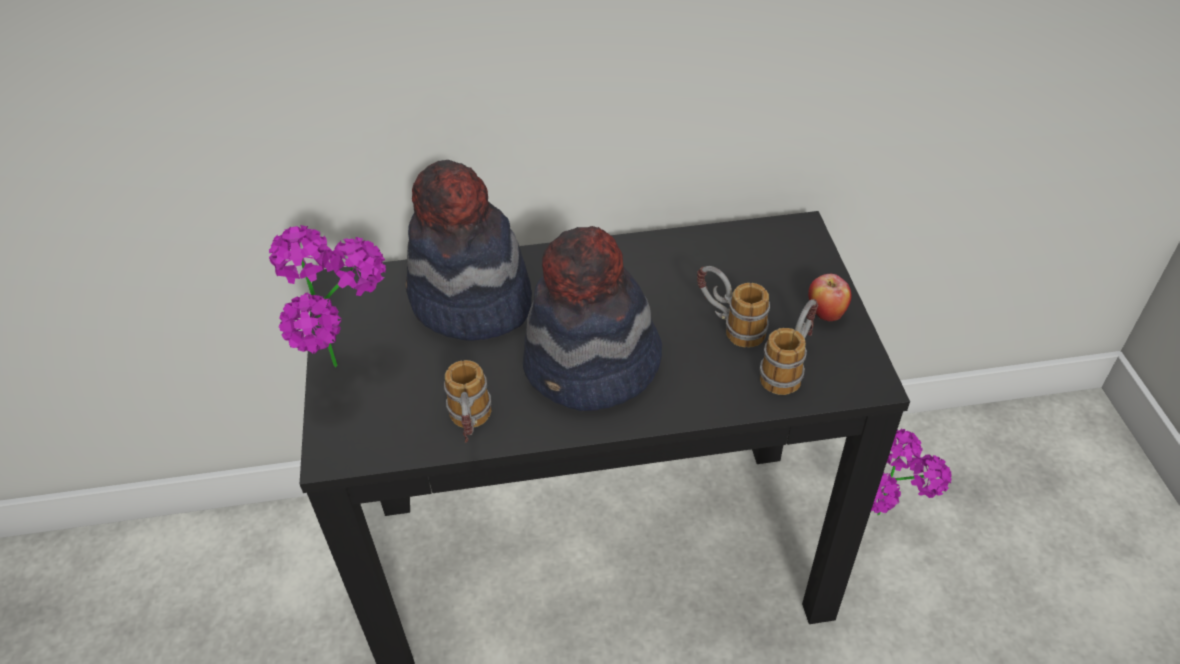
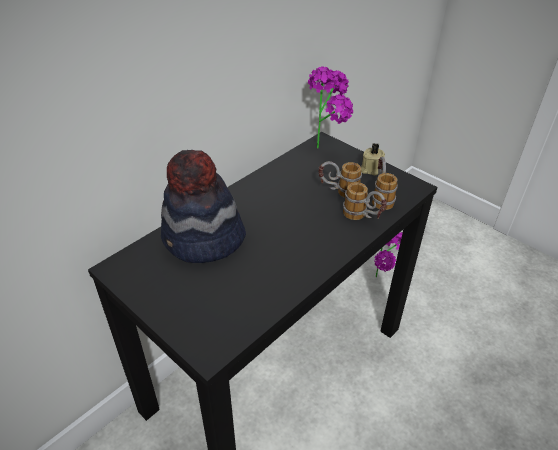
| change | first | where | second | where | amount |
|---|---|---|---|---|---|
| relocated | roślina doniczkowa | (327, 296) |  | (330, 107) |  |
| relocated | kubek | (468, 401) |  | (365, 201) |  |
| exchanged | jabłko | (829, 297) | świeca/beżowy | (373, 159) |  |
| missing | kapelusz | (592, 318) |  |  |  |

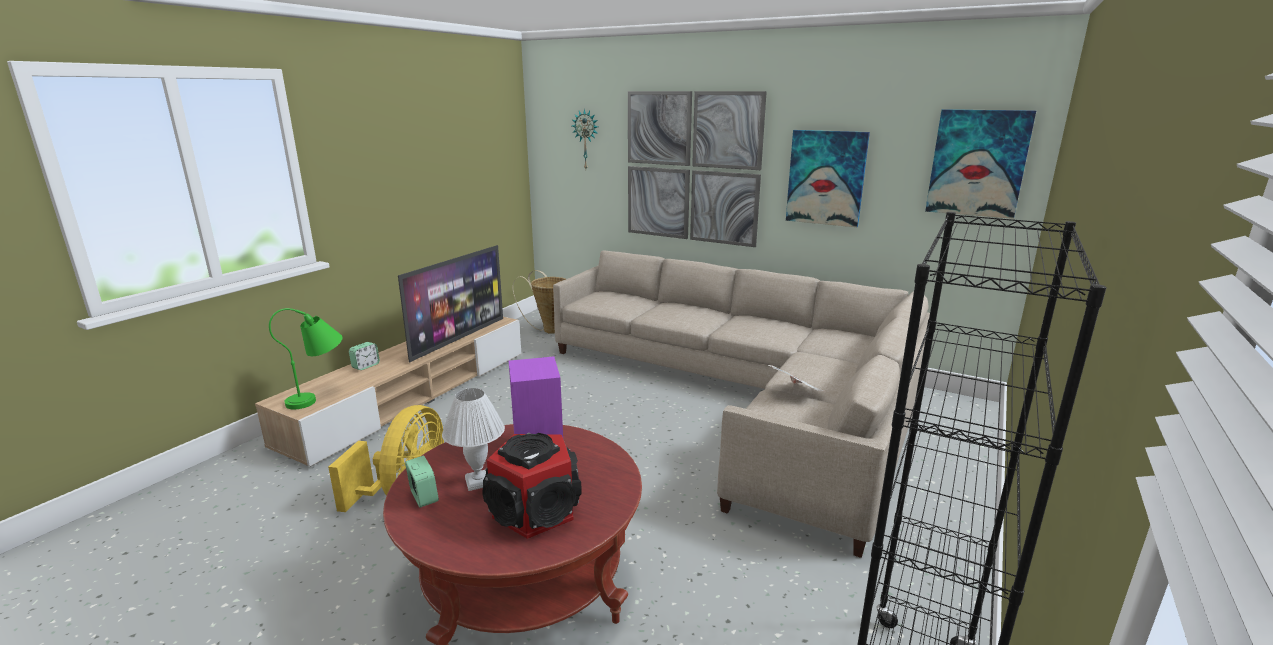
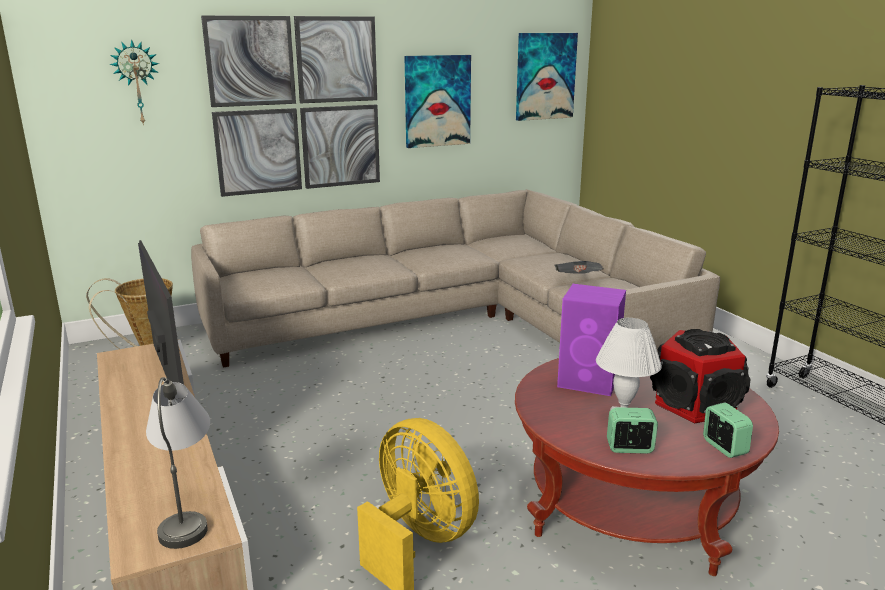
| change | first | where | second | where | amount |
|---|---|---|---|---|---|
| colour | lampa stołowa/zielony | (306, 358) | lampa stołowa/szary | (178, 463) |  |
| relocated | budzik | (364, 356) |  | (728, 430) |  |

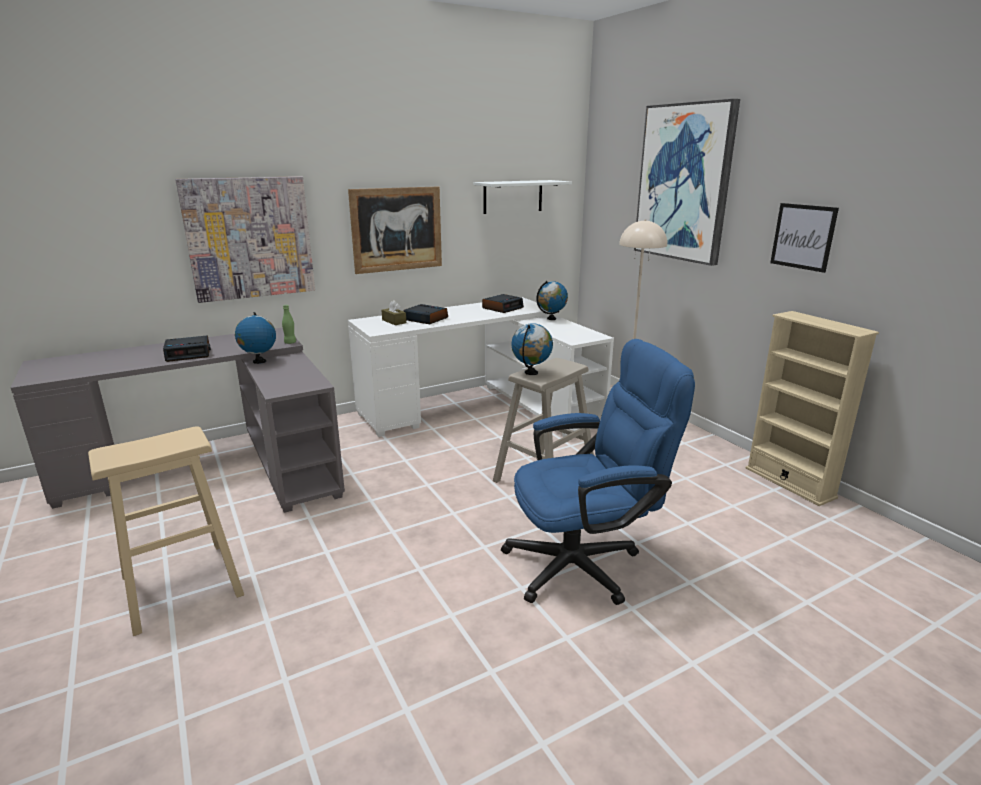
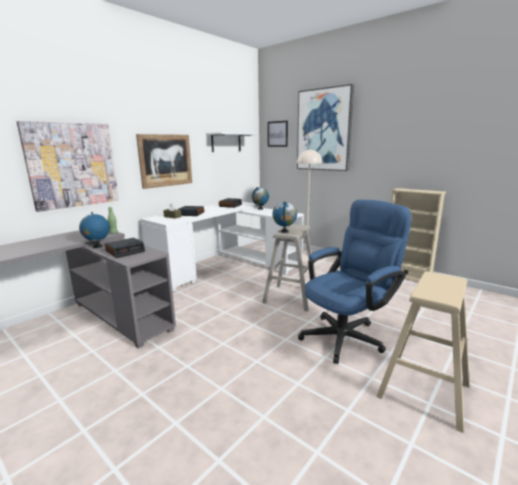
| change | first | where | second | where | amount |
|---|---|---|---|---|---|
| relocated | budzik | (187, 348) |  | (125, 248) |  |
| relocated | obraz | (804, 238) |  | (278, 134) |  |
| relocated | stołek/beżowy | (166, 531) |  | (423, 352) |  |

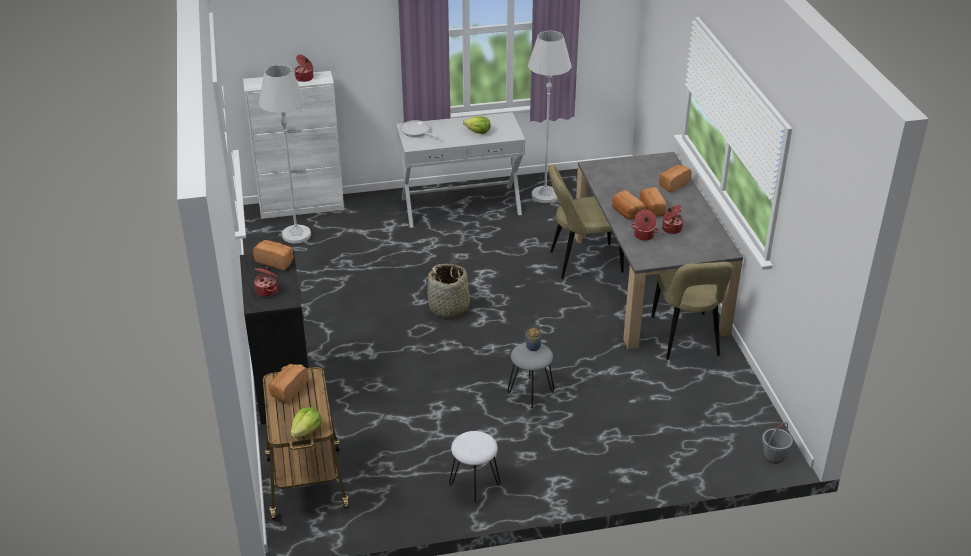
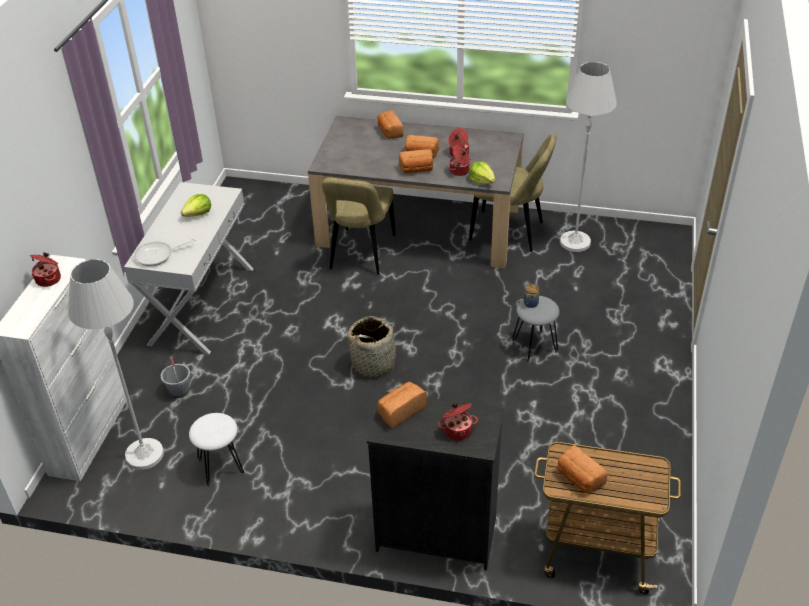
| change | first | where | second | where | amount |
|---|---|---|---|---|---|
| relocated | wiadro/szary | (777, 443) |  | (176, 377) |  |
| relocated | stołek/biały | (474, 467) |  | (216, 449) |  |
| relocated | sałata | (306, 422) |  | (482, 172) |  |
| relocated | lampa stojąca/biały | (549, 117) |  | (588, 157) |  |

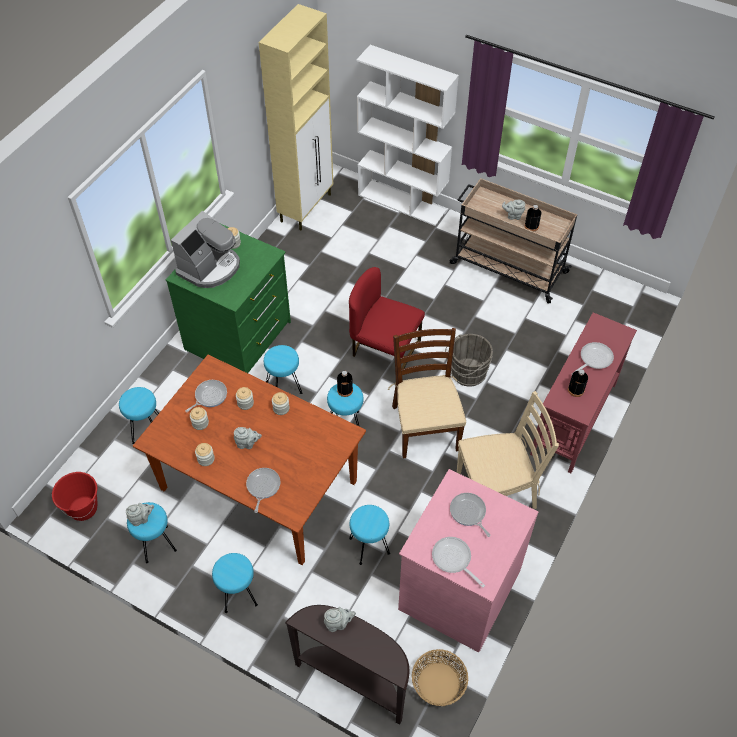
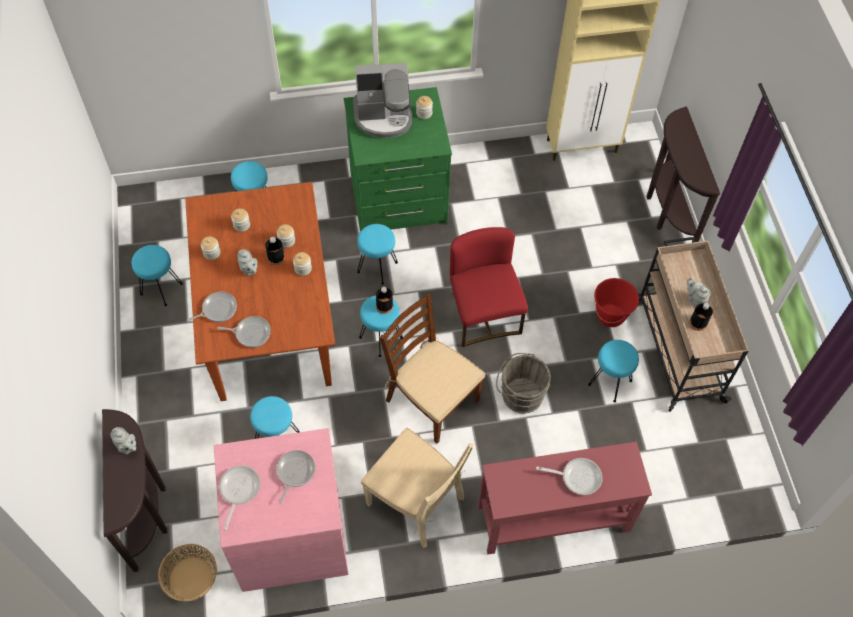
| change | first | where | second | where | amount |
|---|---|---|---|---|---|
| relocated | patelnia | (206, 396) |  | (244, 332) |  |
| relocated | butelka/czarny | (578, 383) |  | (275, 251) |  |
| spun | krzesło/brązowy | (427, 393) |  | (432, 368) | 90 degrees counterclockwise |
| relocated | stołek/turkusowy | (235, 583) |  | (613, 371) |  |
| relocated | wiadro/czerwony | (74, 496) |  | (616, 302) |  |
| exchanged | regał/biały | (408, 135) | stolik konsolowy/brązowy | (683, 175) |  |
| missing | imbryk/szary | (140, 514) |  |  |  |

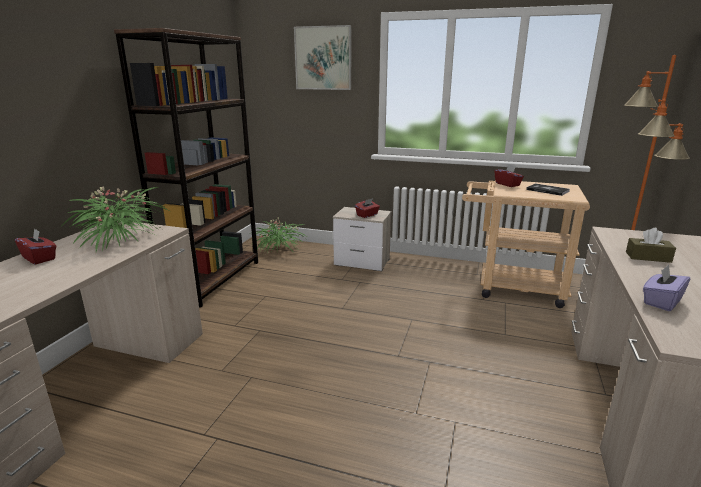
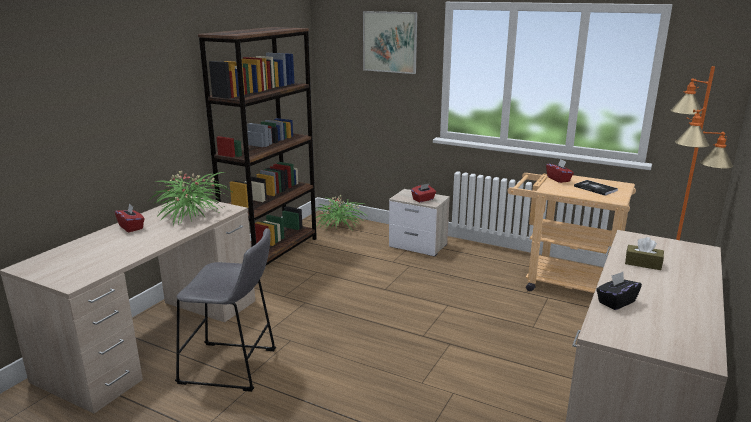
| change | first | where | second | where | amount |
|---|---|---|---|---|---|
| appeared |  |  | stołek/szary | (225, 310) |  |
| colour | pudełko chusteczek/fioletowy | (666, 288) | pudełko chusteczek/czarny | (619, 291) |  |

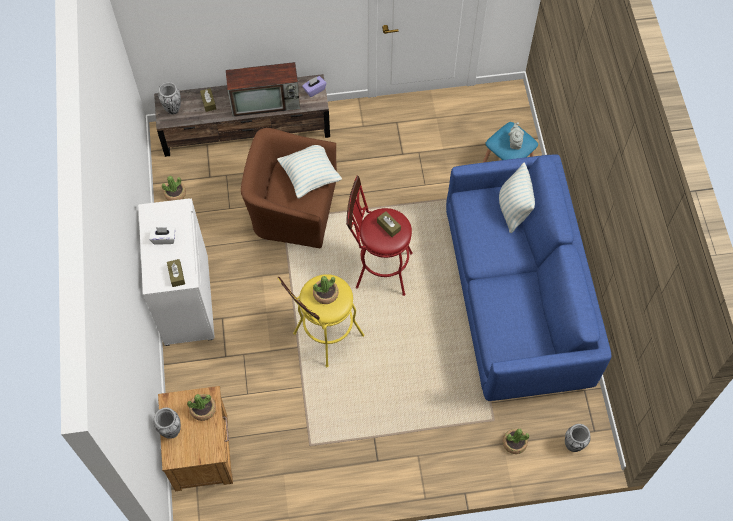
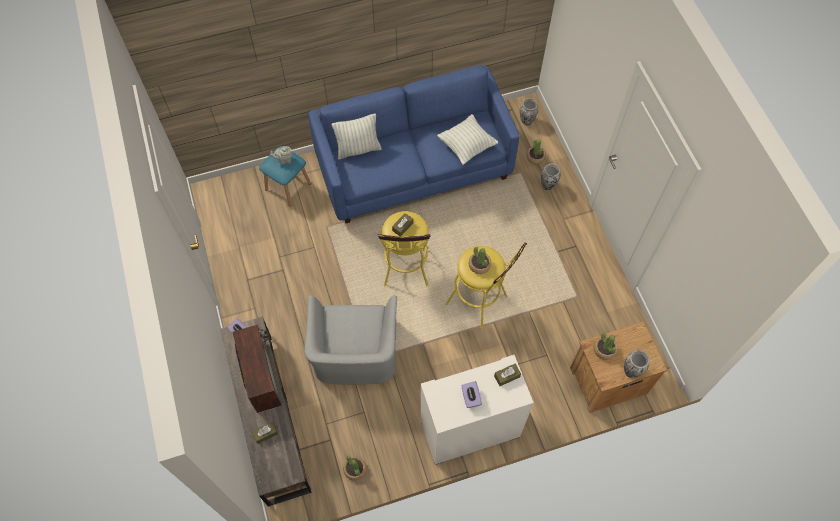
| change | first | where | second | where | amount |
|---|---|---|---|---|---|
| colour | fotel/brązowy | (289, 188) | fotel/szary | (350, 340) |  |
| colour | stołek/czerwony | (379, 236) | stołek/żółty | (404, 248) |  |
| relocated | poduszka | (309, 171) |  | (467, 139) |  |
| colour | pudełko chusteczek/biały | (162, 236) | pudełko chusteczek/fioletowy | (472, 394) |  |
| relocated | wazon | (169, 98) |  | (551, 176) |  |

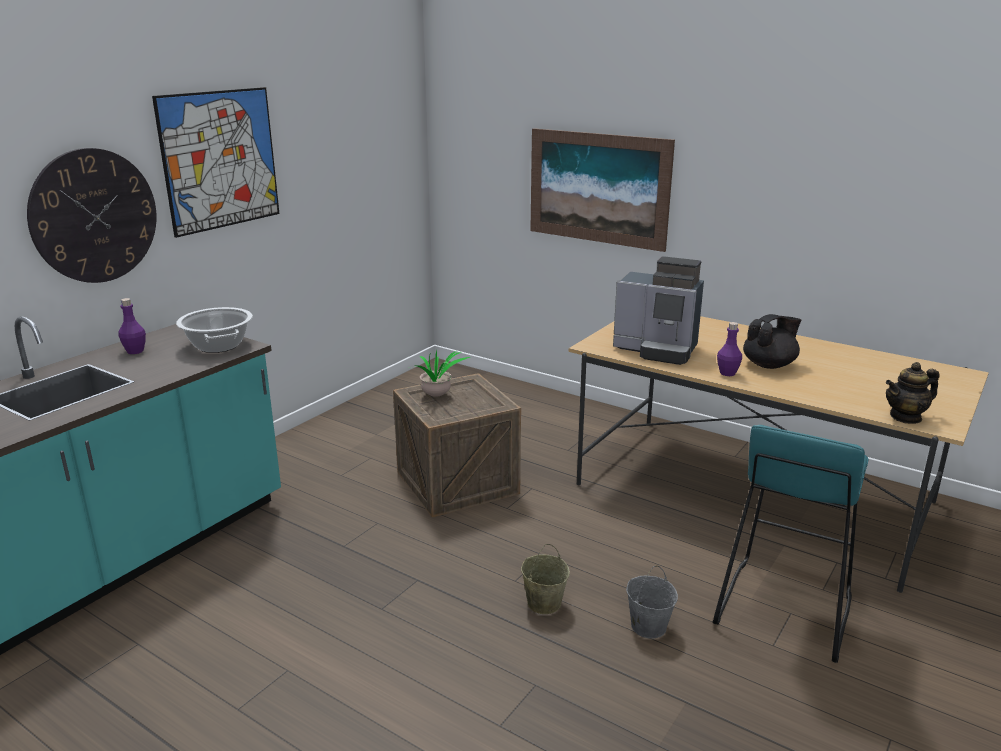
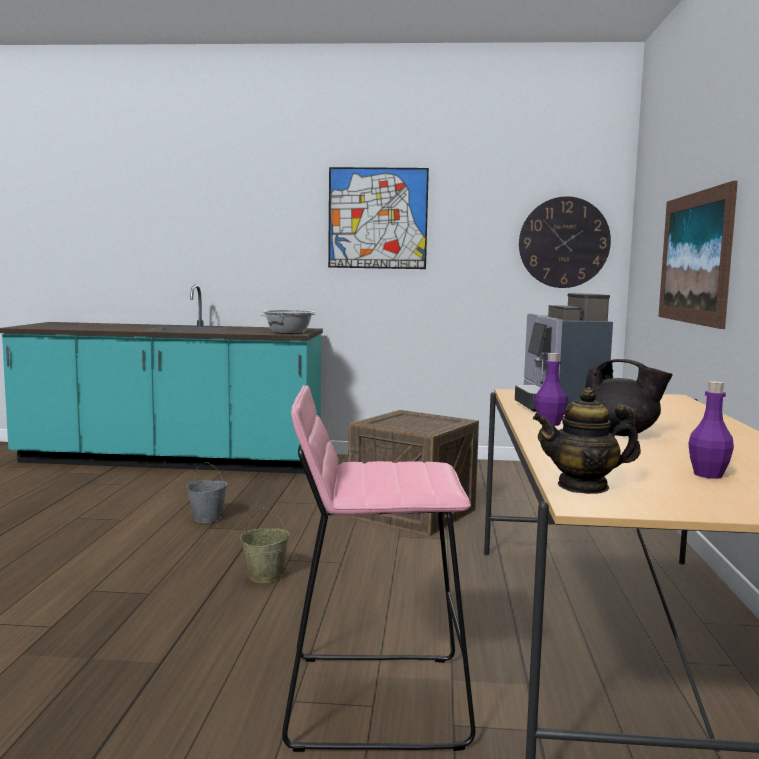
| change | first | where | second | where | amount |
|---|---|---|---|---|---|
| relocated | wiadro/szary | (652, 602) |  | (207, 492) |  |
| colour | stołek/turkusowy | (790, 544) | stołek/różowy | (379, 568) |  |
| relocated | zegar ścienny | (92, 215) |  | (565, 242) |  |
| spun | imbryk | (913, 393) |  | (587, 441) | 45 degrees counterclockwise |
| relocated | butelka/fioletowy | (132, 326) |  | (711, 430) |  |
| missing | roślina doniczkowa | (442, 373) |  |  |  |

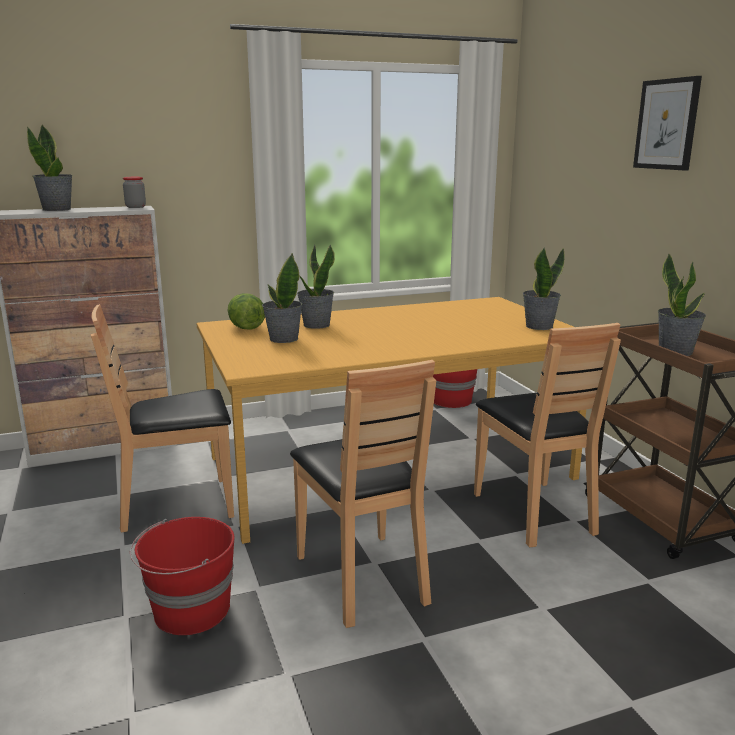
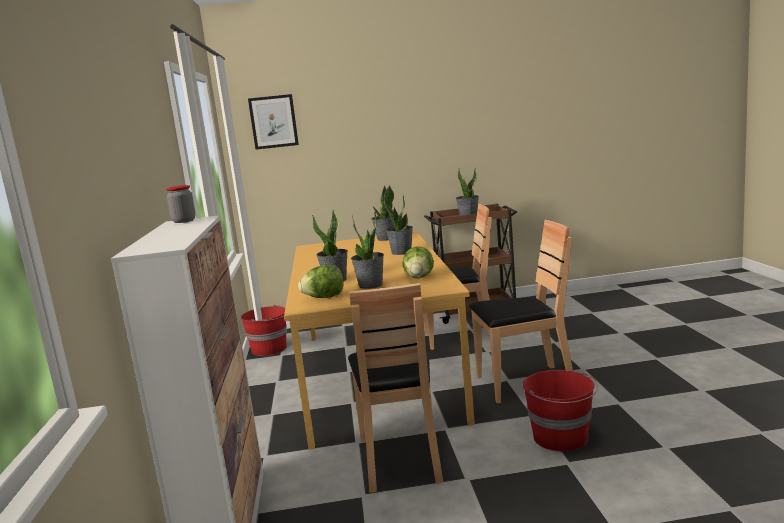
| change | first | where | second | where | amount |
|---|---|---|---|---|---|
| relocated | obraz | (667, 123) |  | (273, 122) |  |
| relocated | roślina doniczkowa | (50, 167) |  | (398, 224) |  |
| appeared |  |  | sałata | (418, 262) |  |

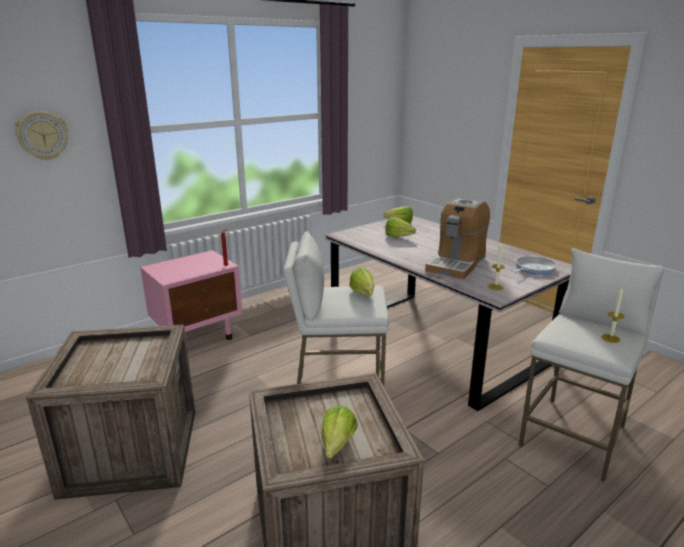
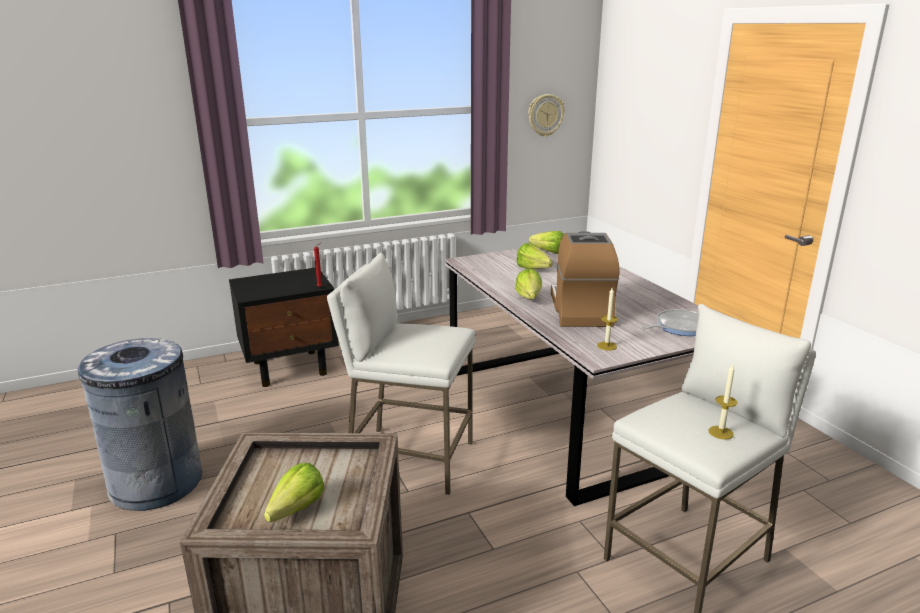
| change | first | where | second | where | amount |
|---|---|---|---|---|---|
| exchanged | skrzynka | (110, 412) | kosz na śmieci/szary | (140, 424) |  |
| colour | szafka nocna/różowy | (191, 301) | szafka nocna/czarny | (284, 327) |  |
| relocated | sałata | (361, 282) |  | (528, 284) |  |
| relocated | zegar ścienny | (41, 135) |  | (546, 115) |  |
| spun | ekspres do kawy | (457, 238) |  | (585, 279) | 135 degrees clockwise |

